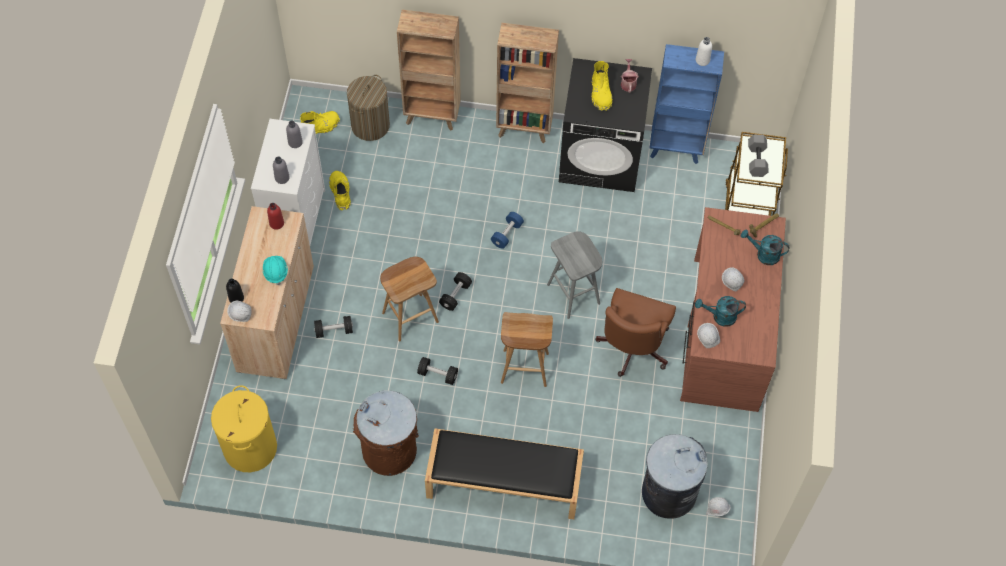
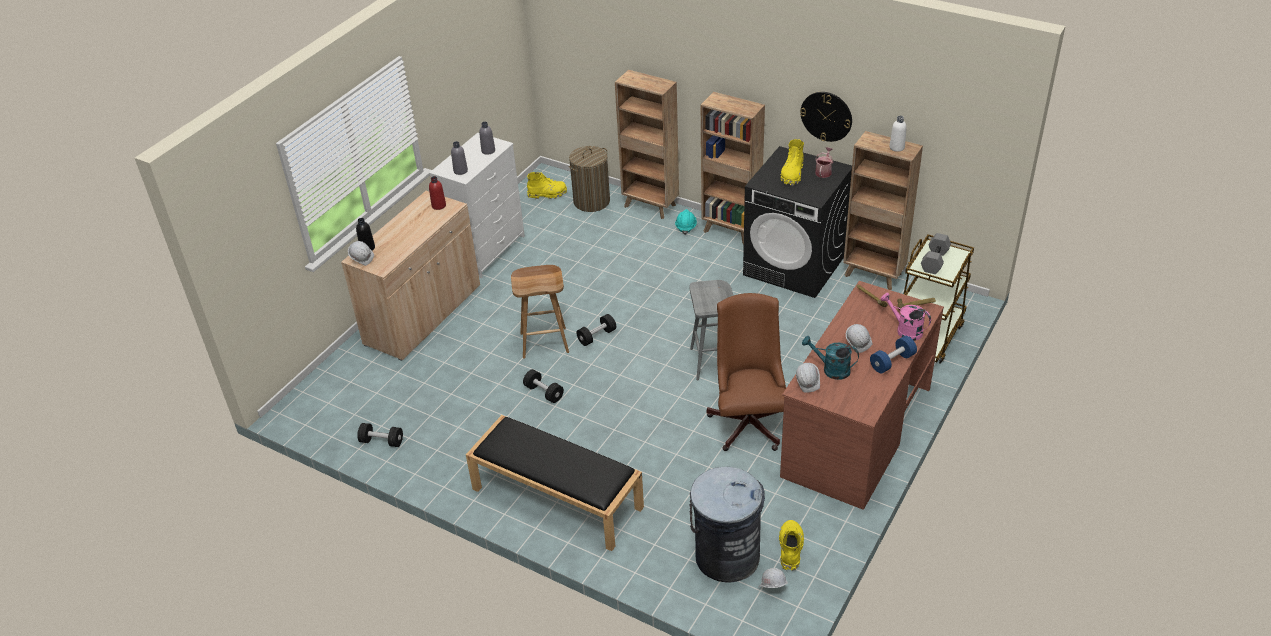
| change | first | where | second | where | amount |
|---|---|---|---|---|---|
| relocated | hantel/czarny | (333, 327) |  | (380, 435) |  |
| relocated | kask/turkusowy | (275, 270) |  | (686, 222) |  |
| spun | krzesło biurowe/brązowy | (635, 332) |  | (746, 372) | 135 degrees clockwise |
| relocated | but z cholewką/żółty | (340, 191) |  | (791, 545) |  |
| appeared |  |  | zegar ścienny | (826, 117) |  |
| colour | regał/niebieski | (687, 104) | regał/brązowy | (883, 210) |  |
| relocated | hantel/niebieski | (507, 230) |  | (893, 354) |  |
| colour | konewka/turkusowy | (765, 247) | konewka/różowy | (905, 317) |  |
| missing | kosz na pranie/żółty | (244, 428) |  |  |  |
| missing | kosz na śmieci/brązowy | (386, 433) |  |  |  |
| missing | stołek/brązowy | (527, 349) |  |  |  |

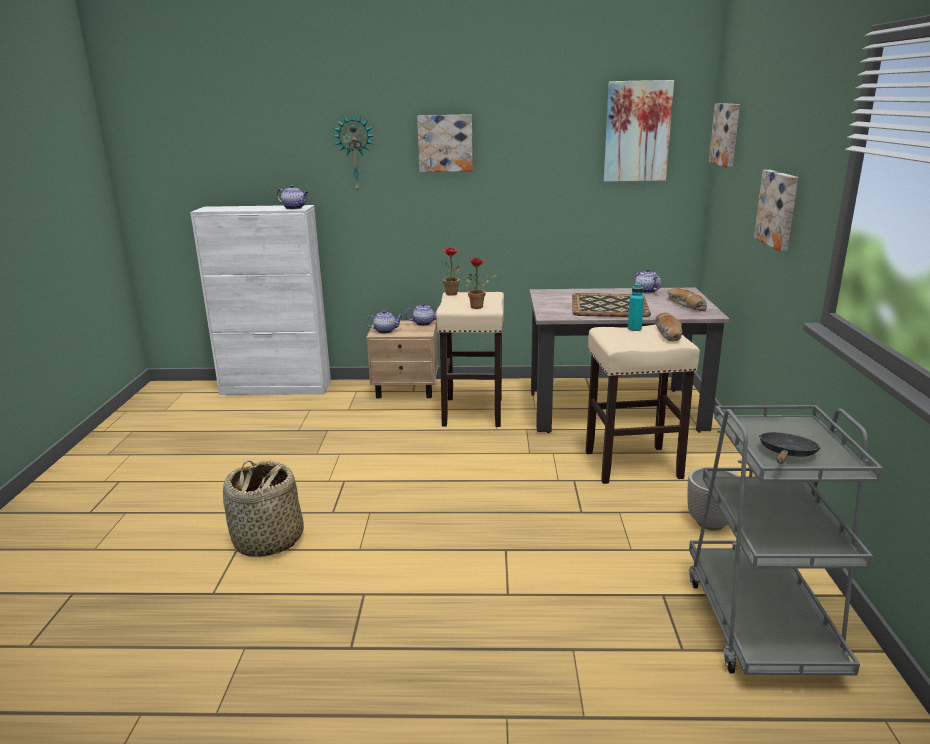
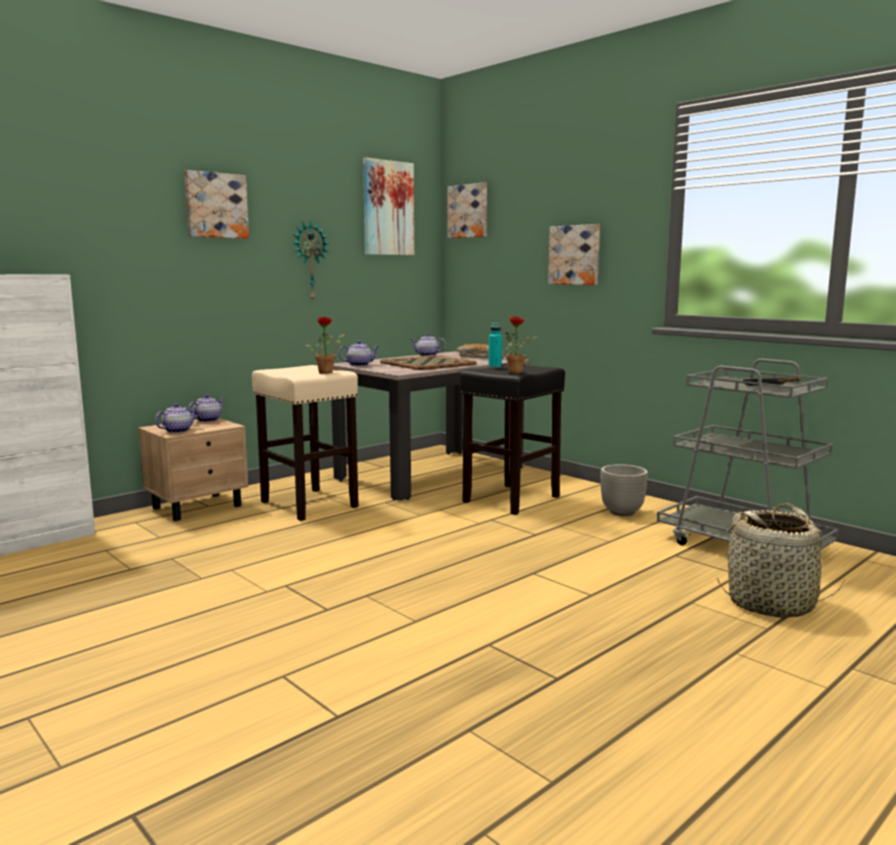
| change | first | where | second | where | amount |
|---|---|---|---|---|---|
| relocated | zegar ścienny | (353, 153) |  | (310, 260) |  |
| relocated | imbryk | (293, 197) |  | (359, 353) |  |
| colour | stołek/beżowy | (643, 404) | stołek/czarny | (512, 439) |  |
| relocated | roślina doniczkowa | (450, 271) |  | (521, 345) |  |
| relocated | koszyk | (263, 508) |  | (781, 560) |  |
| missing | chleb | (668, 327) |  |  |  |

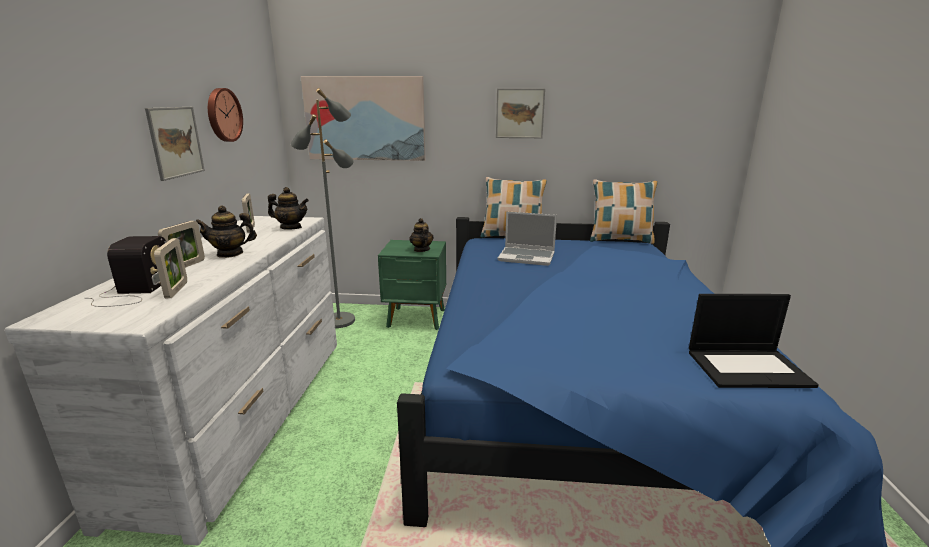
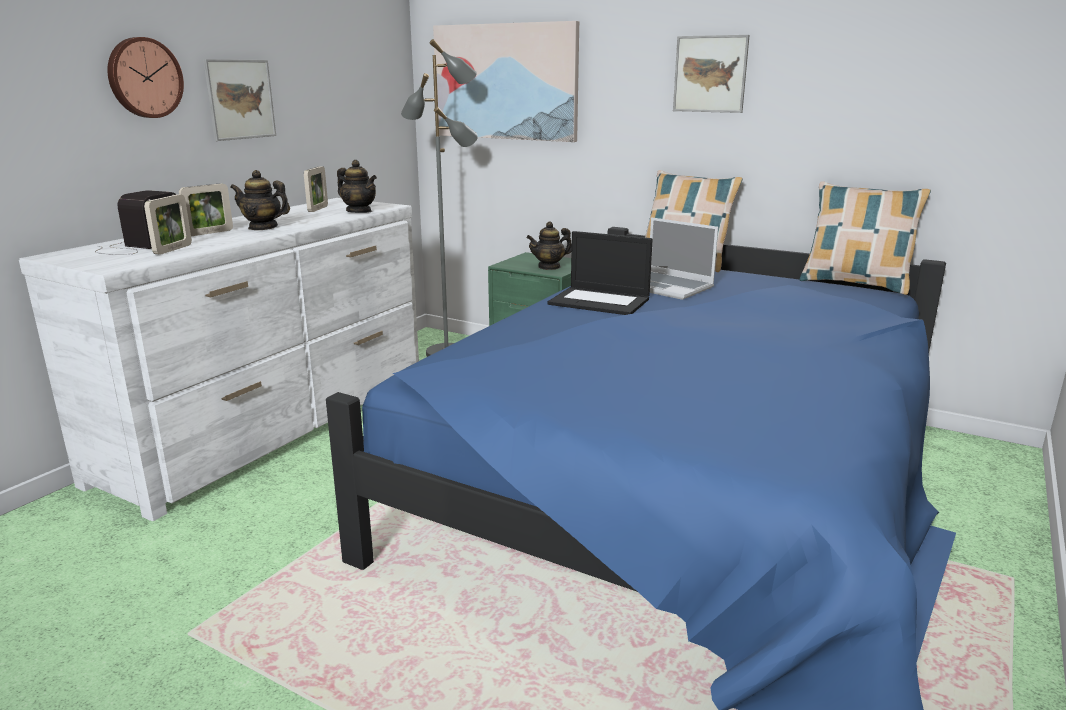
| change | first | where | second | where | amount |
|---|---|---|---|---|---|
| relocated | zegar ścienny | (225, 115) |  | (145, 77) |  |
| spun | imbryk | (421, 235) |  | (549, 245) | 120 degrees counterclockwise |
| relocated | laptop | (754, 341) |  | (600, 273) |  |

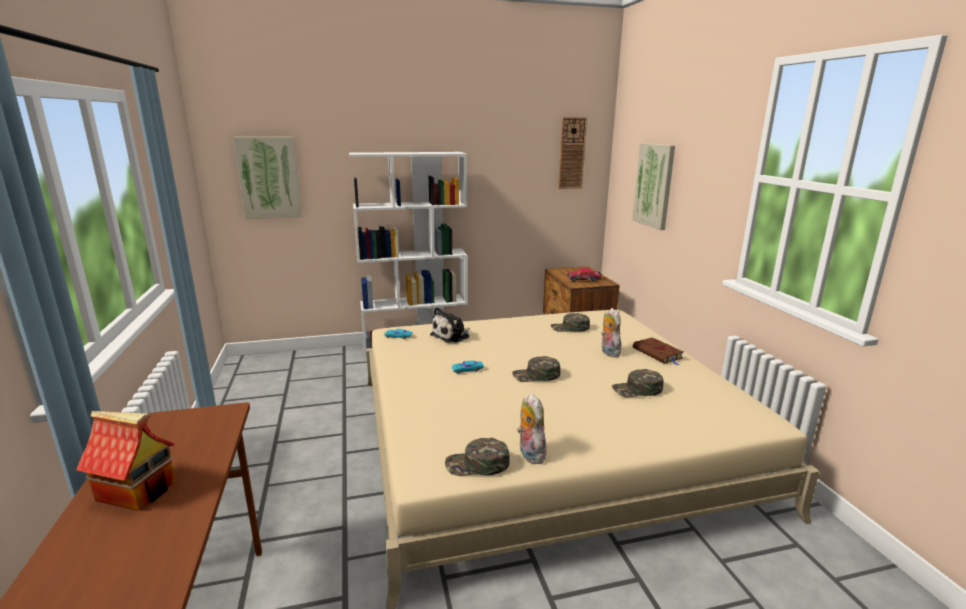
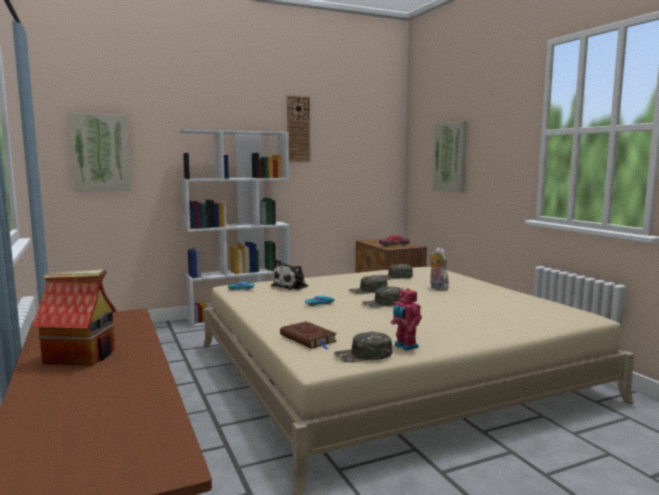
| change | first | where | second | where | amount |
|---|---|---|---|---|---|
| relocated | książka/brązowy | (658, 351) |  | (308, 335) |  |
| relocated | zegar ścienny | (572, 153) |  | (298, 129) |  |
| relocated | czapka z daszkiem/zielony | (637, 383) |  | (368, 284) |  |
| exchanged | pluszak | (532, 428) | robot zabawkowy | (406, 319) |  |

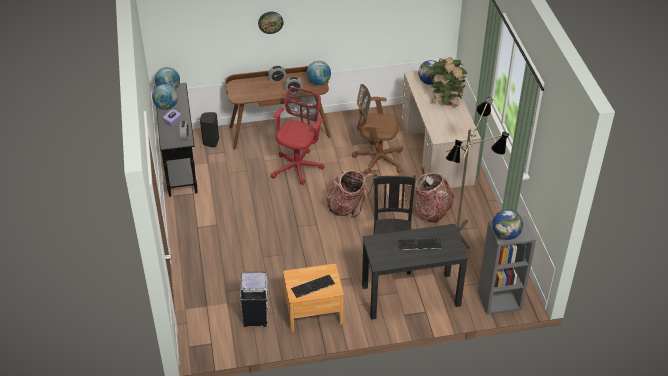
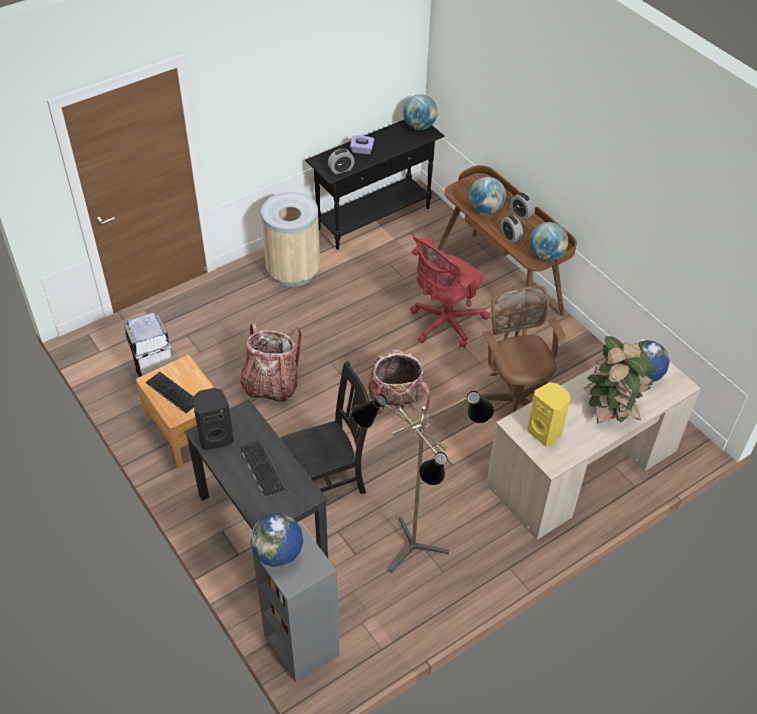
| change | first | where | second | where | amount |
|---|---|---|---|---|---|
| relocated | głośnik/czarny | (209, 129) |  | (214, 419) |  |
| relocated | plecak | (429, 195) |  | (270, 363) |  |
| appeared |  |  | kosz na śmieci/beżowy | (290, 239) |  |
| spun | krzesło biurowe/czerwony | (298, 136) |  | (450, 292) | 135 degrees clockwise |
| relocated | globus | (165, 97) |  | (487, 195) |  |
| appeared |  |  | głośnik/żółty | (549, 414) |  |
| missing | zegar ścienny | (271, 23) |  |  |  |

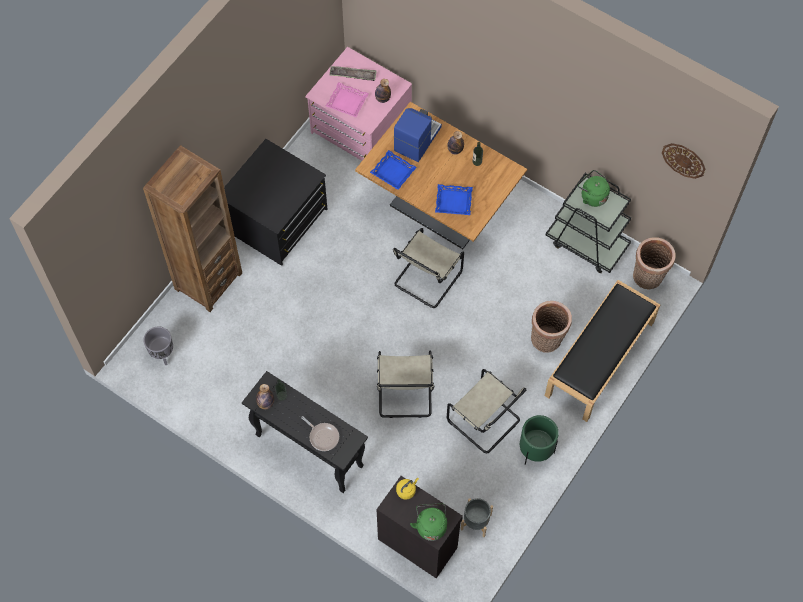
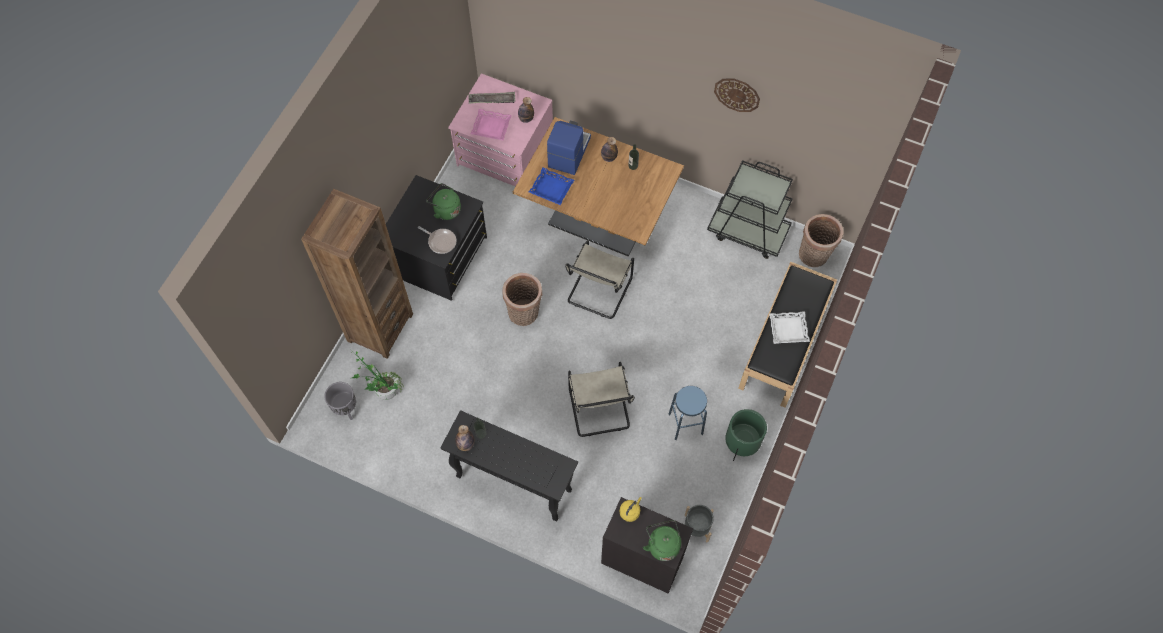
| change | first | where | second | where | amount |
|---|---|---|---|---|---|
| appeared |  |  | roślina doniczkowa | (377, 375) |  |
| relocated | patelnia | (320, 433) |  | (437, 240) |  |
| relocated | czajnik/zielony | (594, 188) |  | (443, 201) |  |
| relocated | koszyk | (551, 327) |  | (522, 299) |  |
| exchanged | krzesło/beżowy | (486, 411) | stołek/niebieski | (687, 413) |  |
| relocated | zegar ścienny | (683, 161) |  | (737, 95) |  |
| appeared |  |  | taca/biały | (789, 327) |  |
| missing | taca/niebieski | (454, 199) |  |  |  |

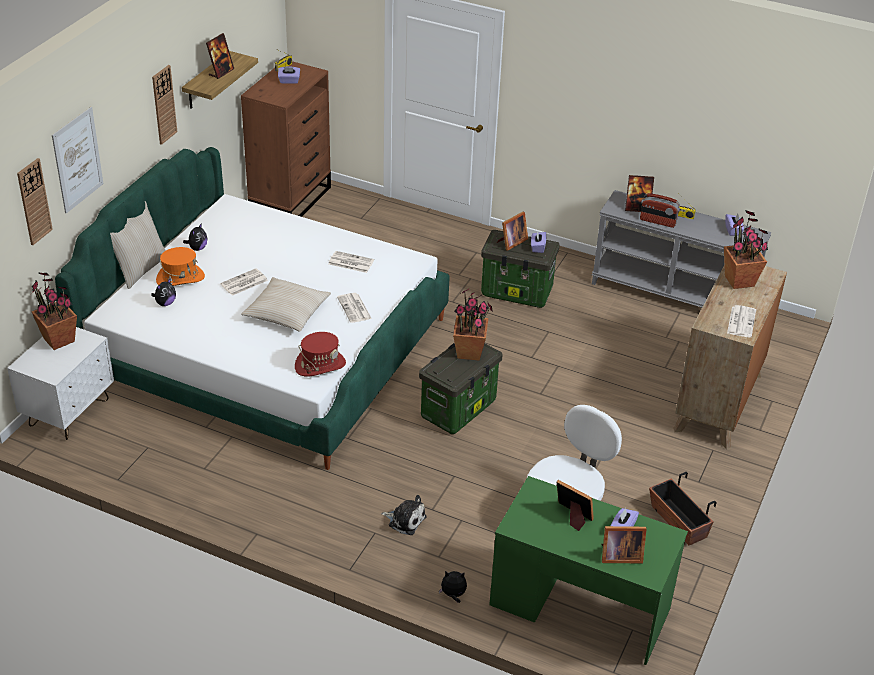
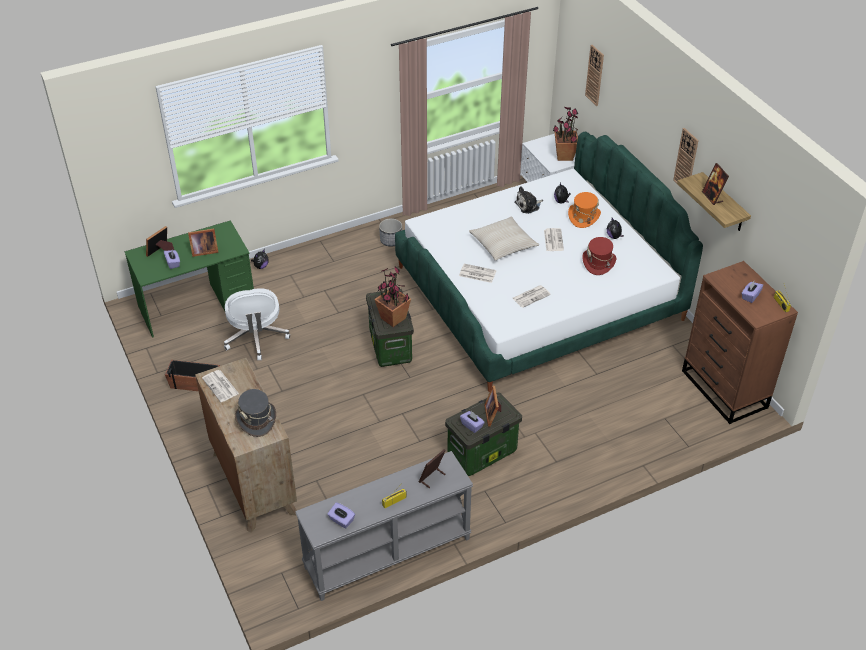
| change | first | where | second | where | amount |
|---|---|---|---|---|---|
| exchanged | roślina doniczkowa | (746, 249) | kapelusz/szary | (255, 413) |  |
| appeared |  |  | donica | (390, 232) |  |
| relocated | pluszak | (403, 515) |  | (528, 200) |  |
| relocated | kapelusz/czerwony | (320, 354) |  | (599, 256) |  |
| missing | obraz | (77, 160) |  |  |  |
| missing | poduszka/beżowy | (138, 245) |  |  |  |
| missing | radio | (660, 210) |  |  |  |

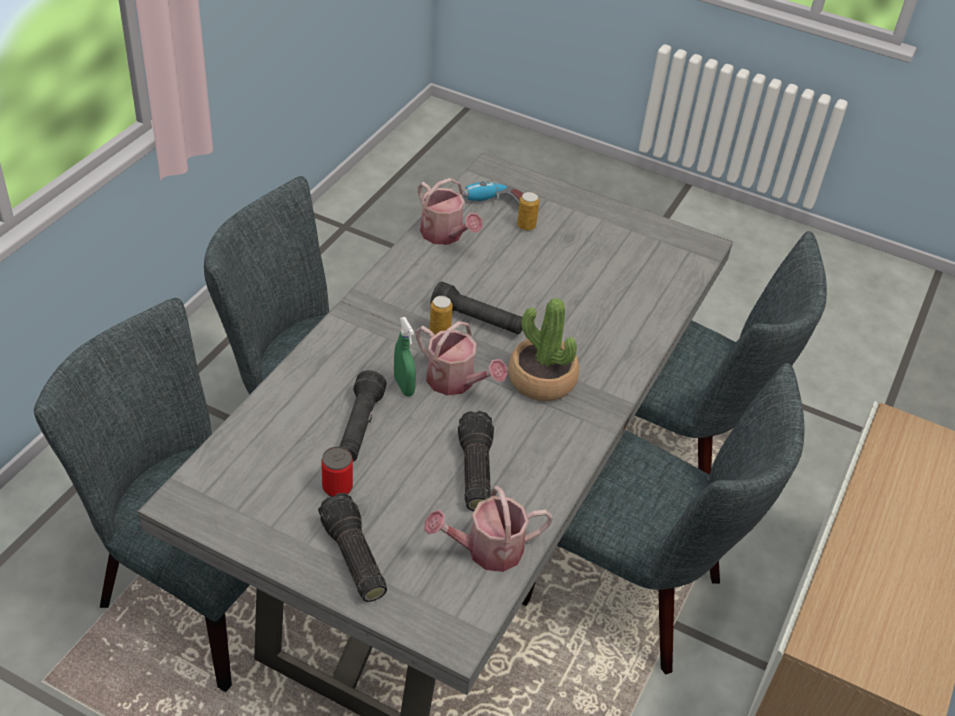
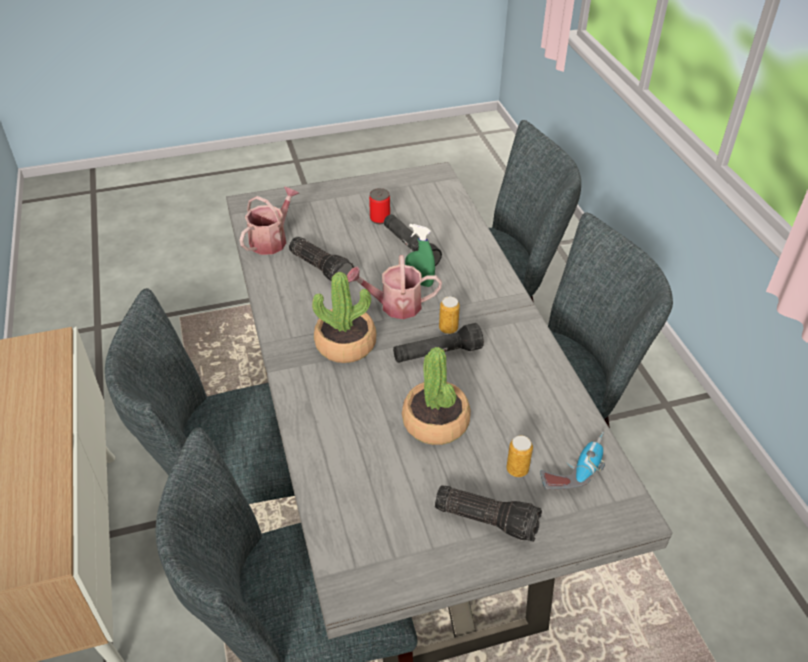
| change | first | where | second | where | amount |
|---|---|---|---|---|---|
| appeared |  |  | roślina doniczkowa | (436, 396) |  |
| relocated | latarka | (352, 547) |  | (488, 514) |  |
| missing | konewka | (450, 211) |  |  |  |

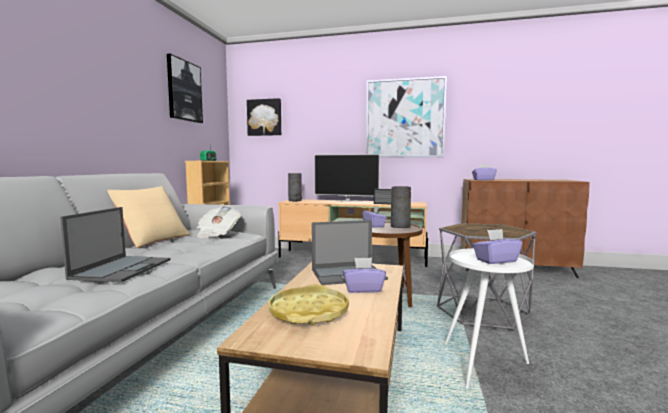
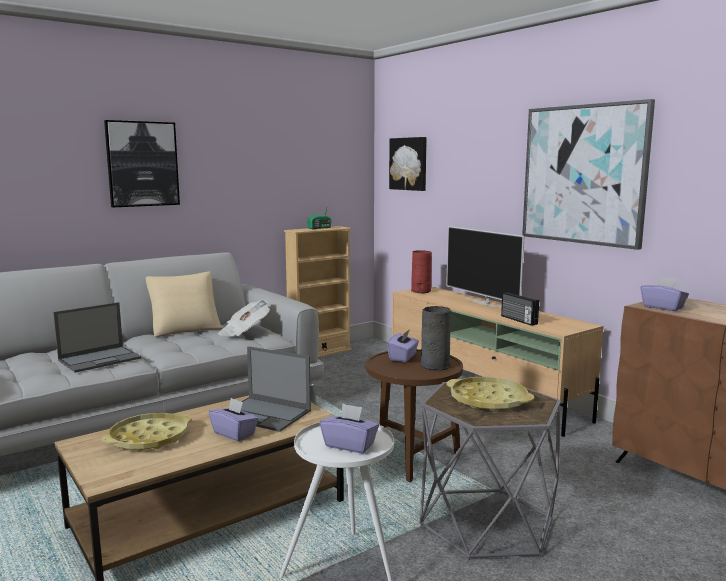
| change | first | where | second | where | amount |
|---|---|---|---|---|---|
| relocated | obraz | (185, 88) |  | (142, 163) |  |
| colour | wazon/szary | (295, 187) | wazon/czerwony | (421, 271) |  |
| appeared |  |  | taca/żółty | (490, 394) |  |

